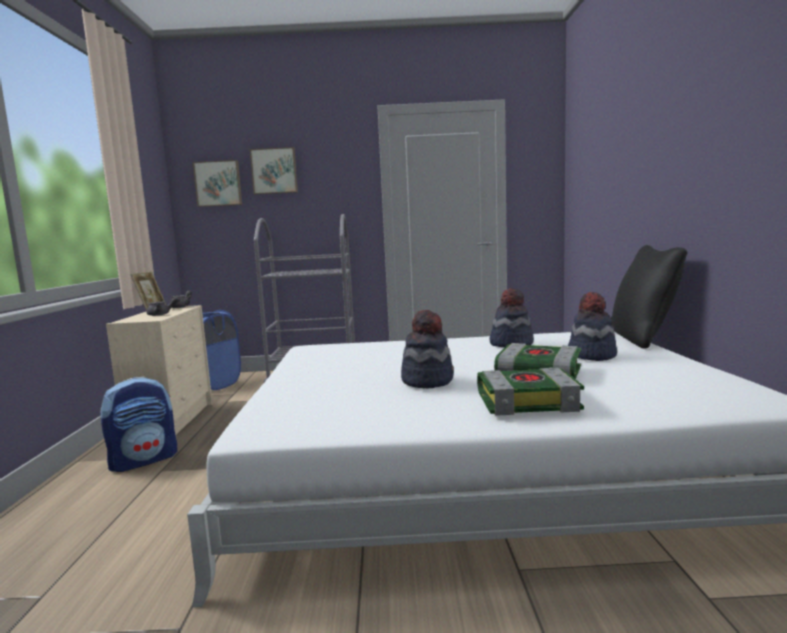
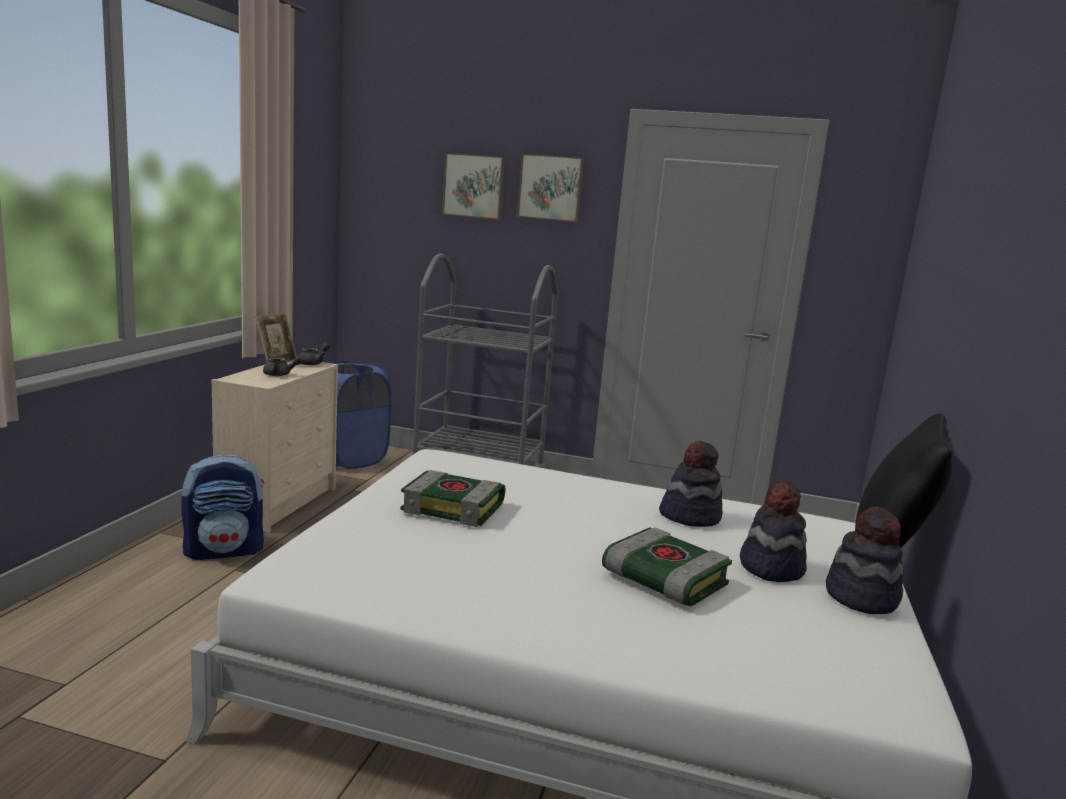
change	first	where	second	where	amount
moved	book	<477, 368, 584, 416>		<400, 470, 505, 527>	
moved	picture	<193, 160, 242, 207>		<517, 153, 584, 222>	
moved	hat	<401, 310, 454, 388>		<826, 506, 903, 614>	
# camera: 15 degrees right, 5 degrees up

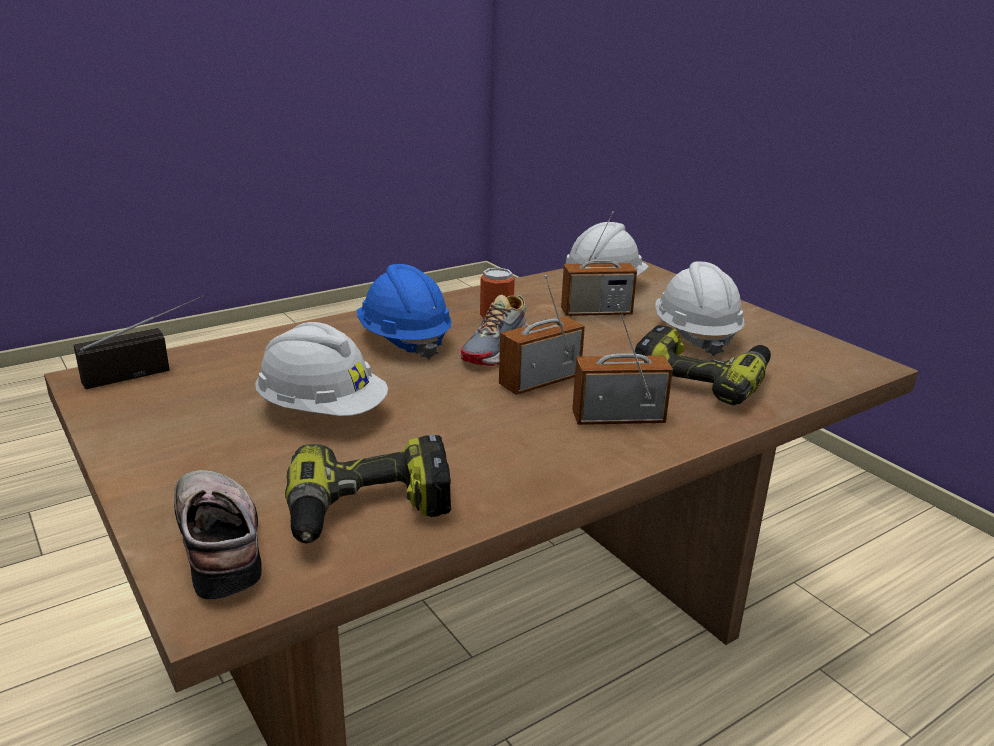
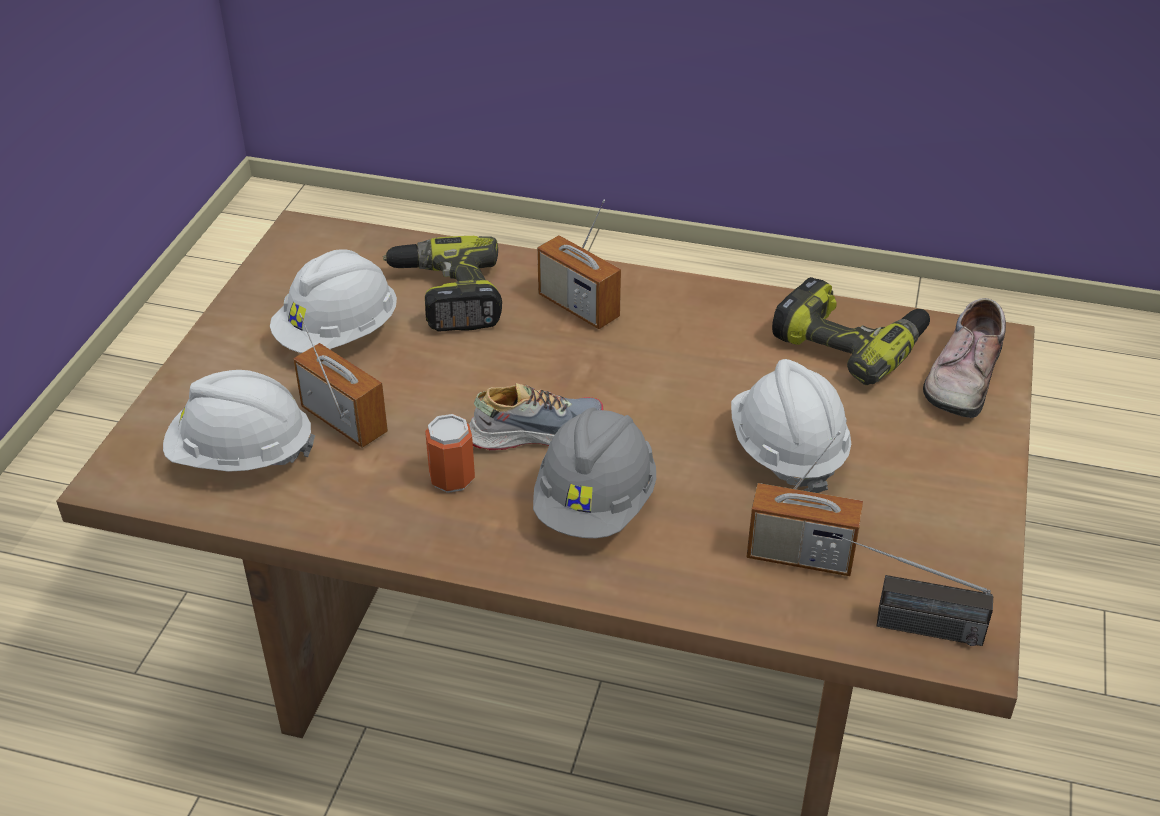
change	first	where	second	where	amount
recoloured	hard hat in blue	<357, 264, 452, 360>	hard hat in grey	<533, 407, 656, 538>	
moved	radio	<499, 275, 585, 395>		<746, 431, 863, 576>	
# camera: 130 degrees left, 15 degrees up

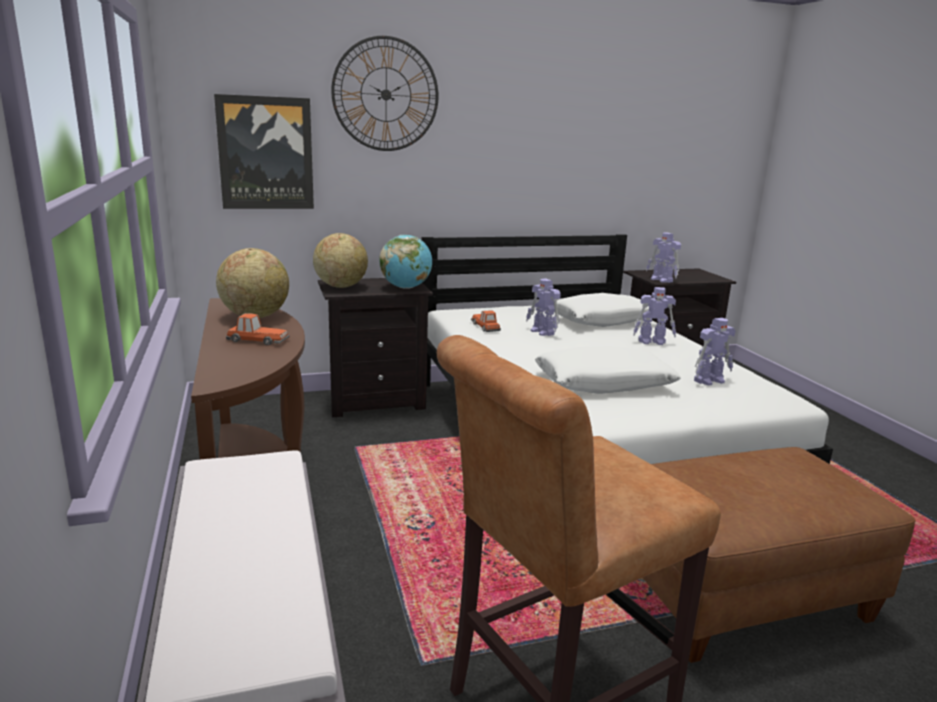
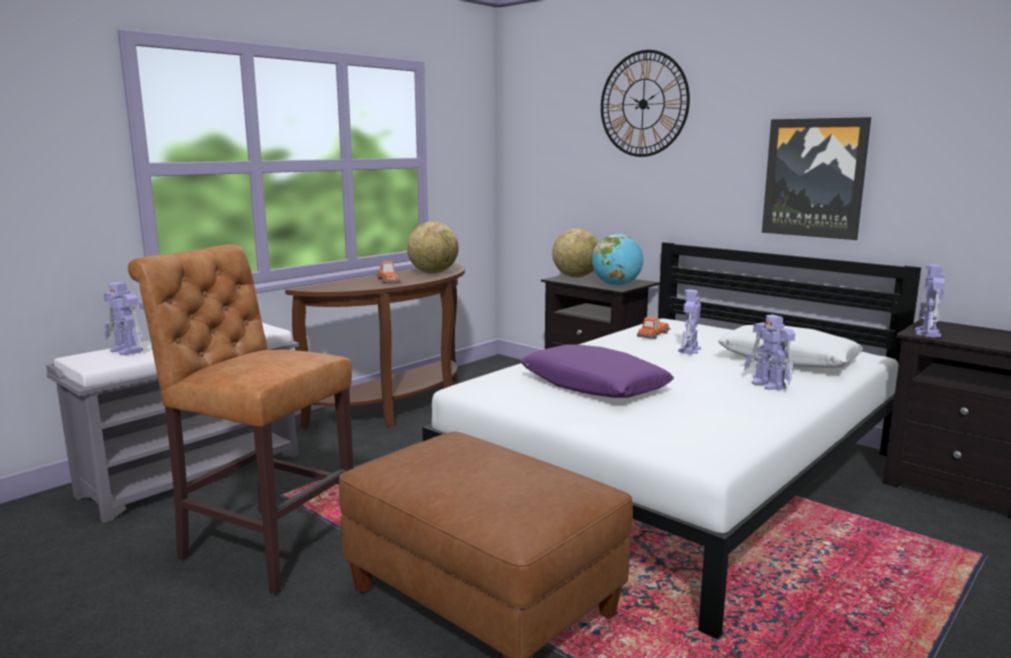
change	first	where	second	where	amount
moved	toy robot	<694, 318, 736, 386>		<104, 282, 143, 355>	
recoloured	pillow in white	<535, 346, 681, 394>	pillow in purple	<520, 345, 674, 398>	
moved	picture	<214, 94, 314, 209>		<762, 117, 871, 240>	
# camera: 60 degrees right, 5 degrees down

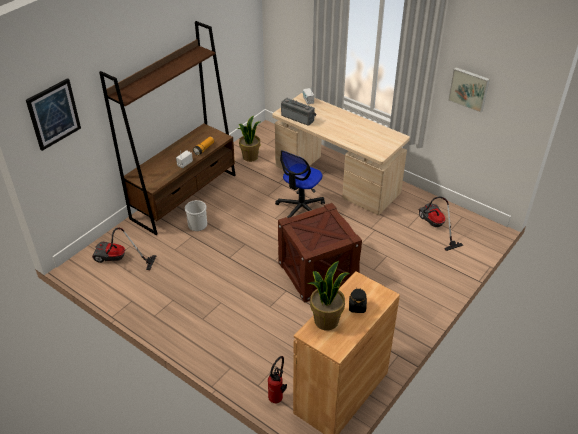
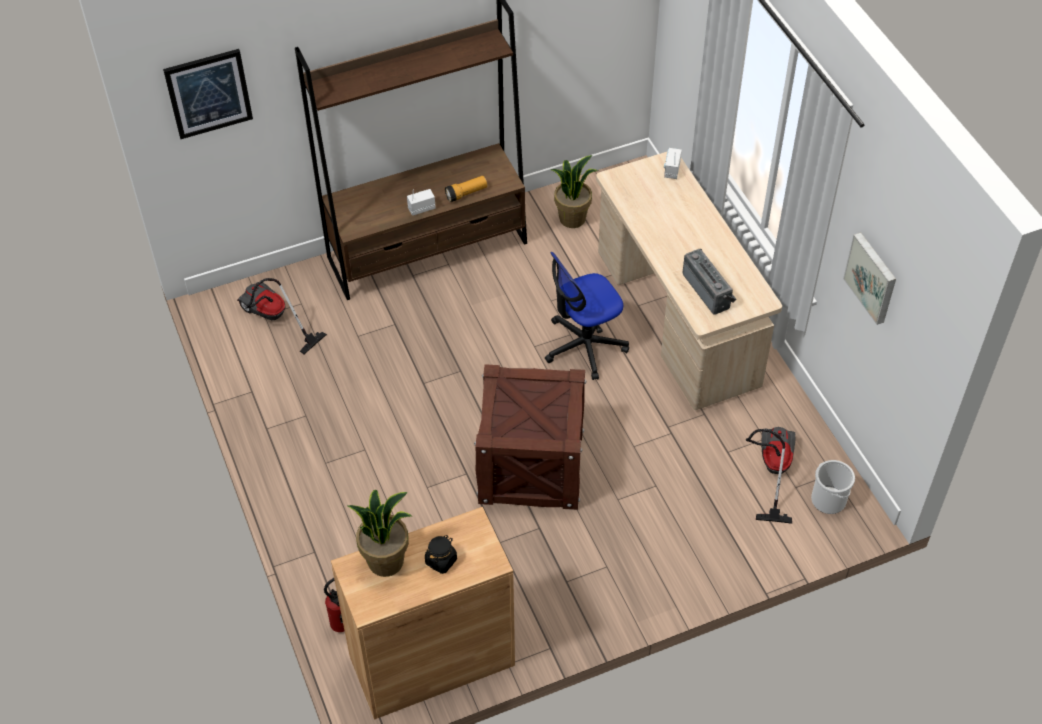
change	first	where	second	where	amount
moved	radio	<281, 98, 317, 126>		<682, 249, 736, 315>	
moved	bucket	<185, 200, 207, 231>		<811, 460, 855, 514>	
# camera: 30 degrees right, 10 degrees up

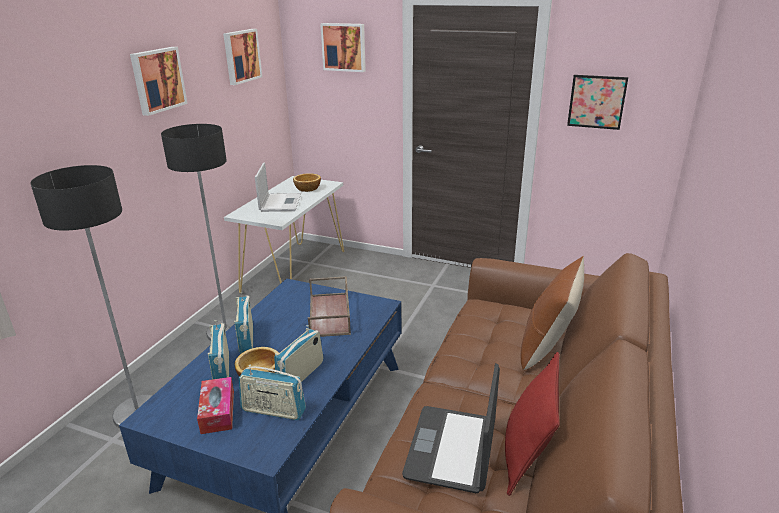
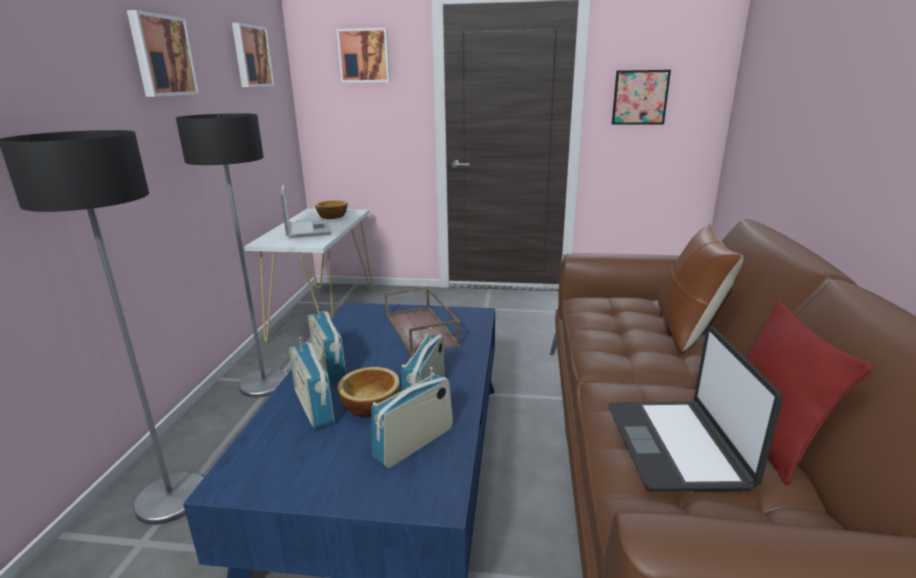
change	first	where	second	where	amount
turned	radio	<238, 365, 306, 420>		<371, 367, 453, 468>	135 degrees clockwise
removed	tissue box	<197, 377, 234, 434>			
# camera: 15 degrees left, 5 degrees down

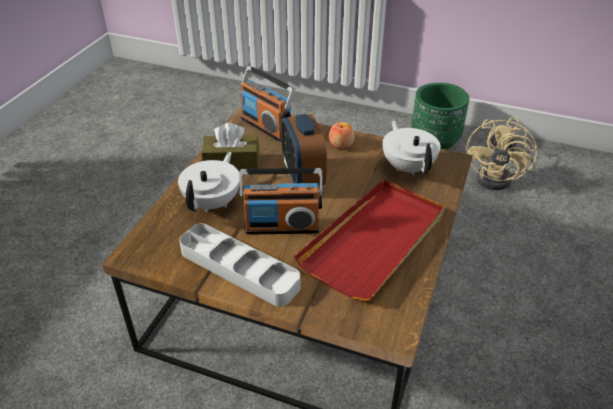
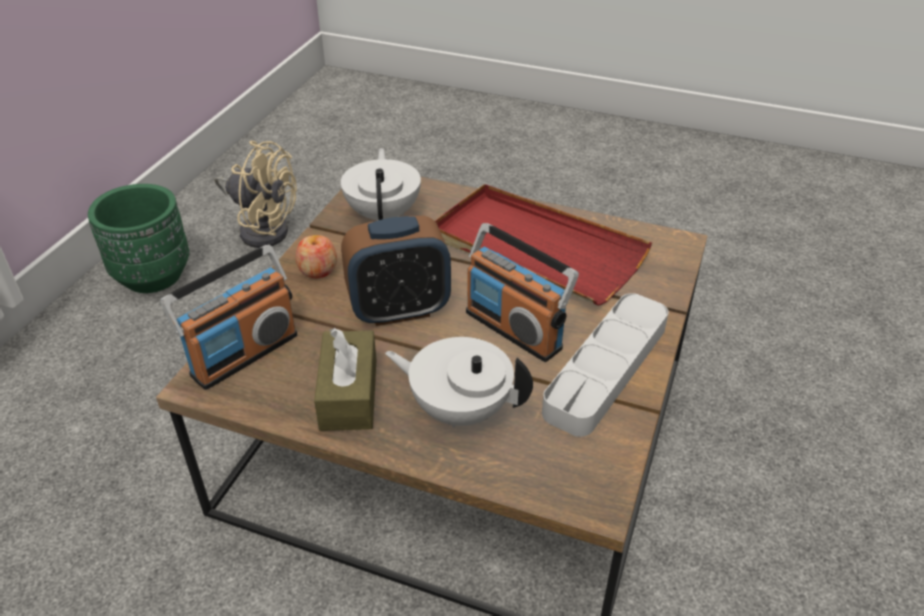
change	first	where	second	where	amount
turned	teapot in white	<383, 120, 440, 176>		<341, 148, 421, 220>	105 degrees clockwise
turned	radio	<239, 168, 323, 234>		<466, 223, 579, 362>	135 degrees clockwise
# camera: 90 degrees left, 0 degrees up

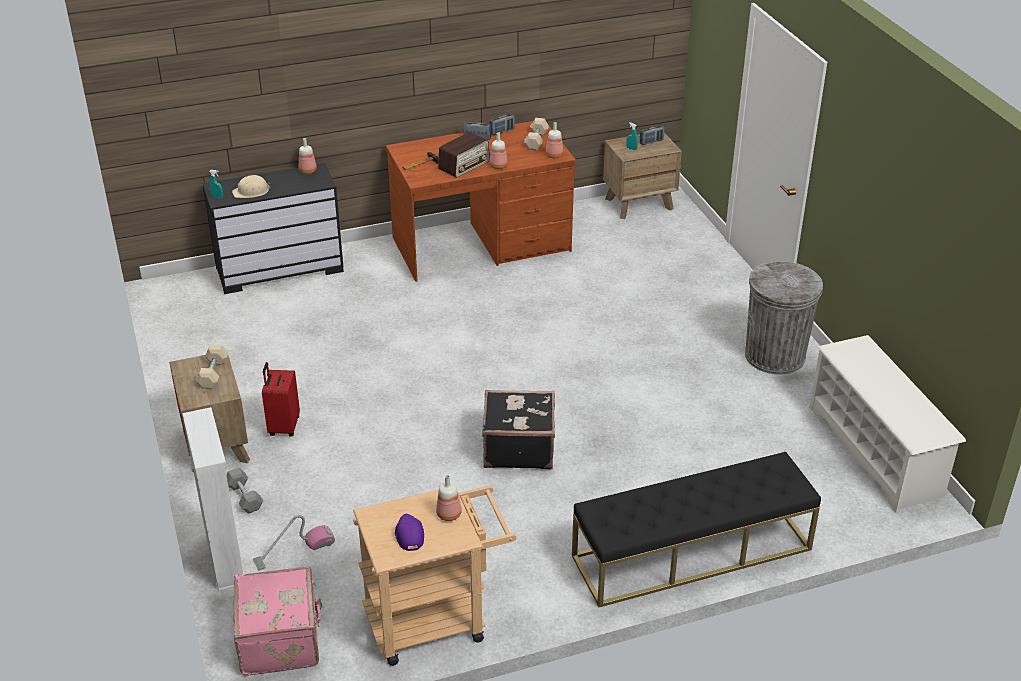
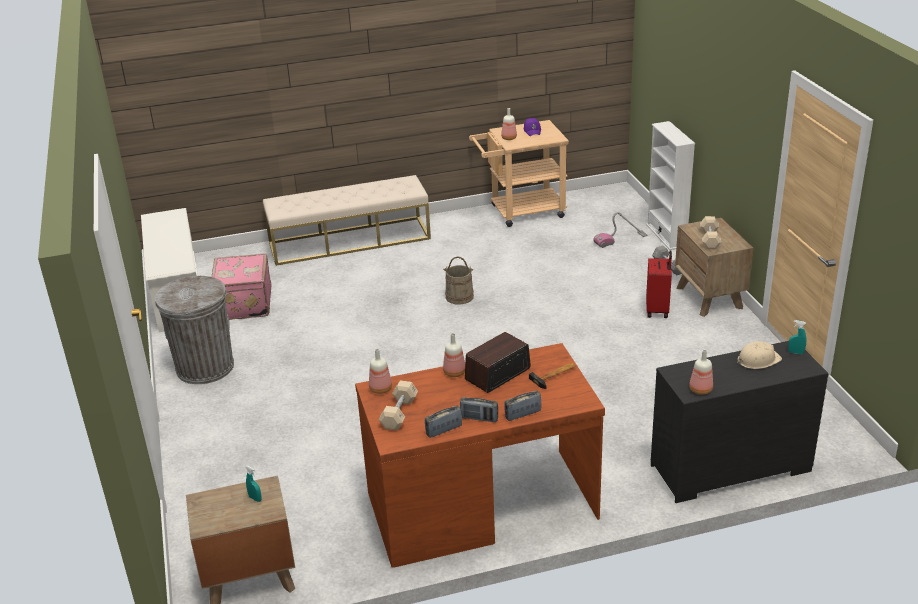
change	first	where	second	where	amount
moved	suitcase in pink	<234, 566, 322, 676>		<212, 253, 271, 320>	
recoloured	bench in black	<572, 452, 821, 607>	bench in beige	<263, 175, 431, 266>	
replaced	suitcase in black	<482, 390, 555, 469>	bucket in beige	<443, 256, 474, 305>	
moved	radio	<640, 125, 665, 145>		<505, 390, 541, 421>	
# camera: 175 degrees left, 5 degrees down

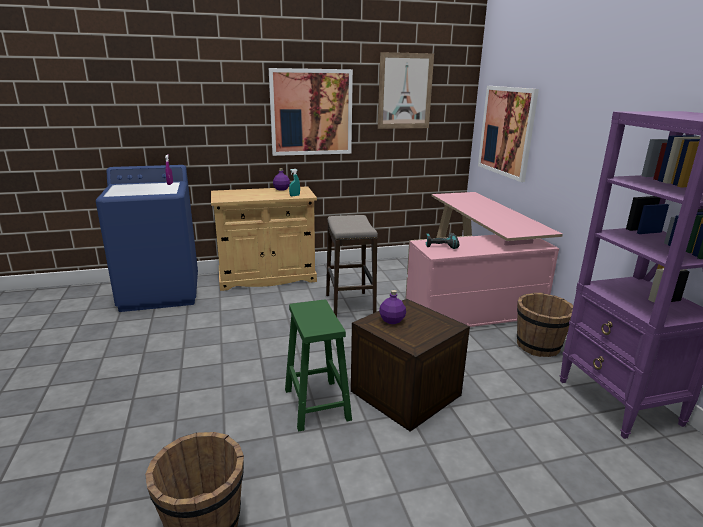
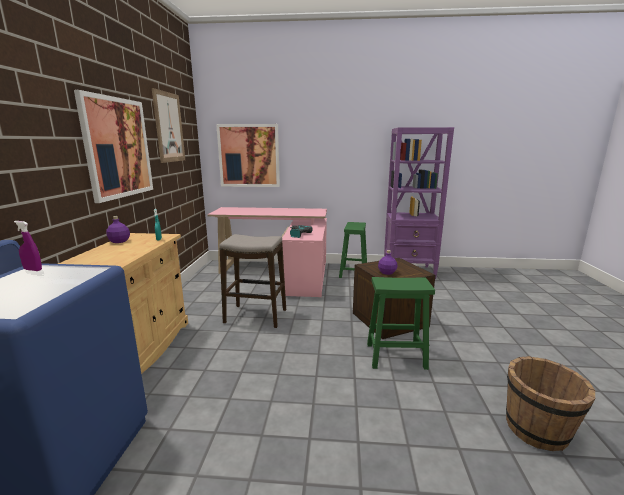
change	first	where	second	where	amount
replaced	bucket in brown	<517, 293, 573, 357>	stool in green	<339, 222, 367, 278>	
# camera: 70 degrees left, 5 degrees down

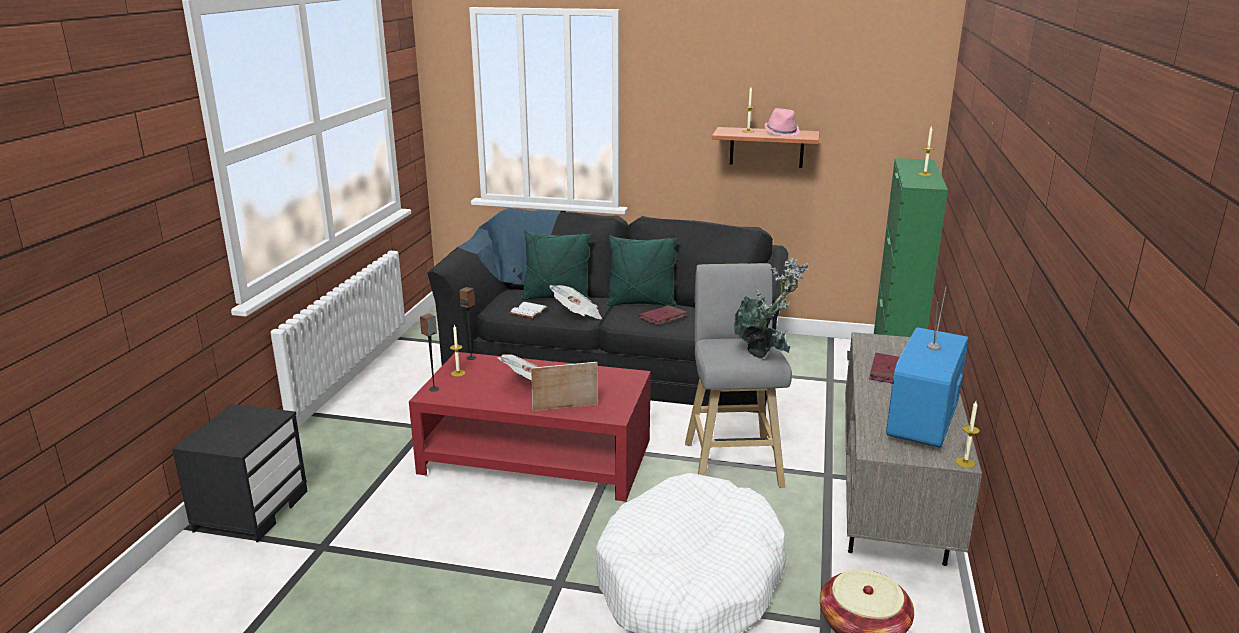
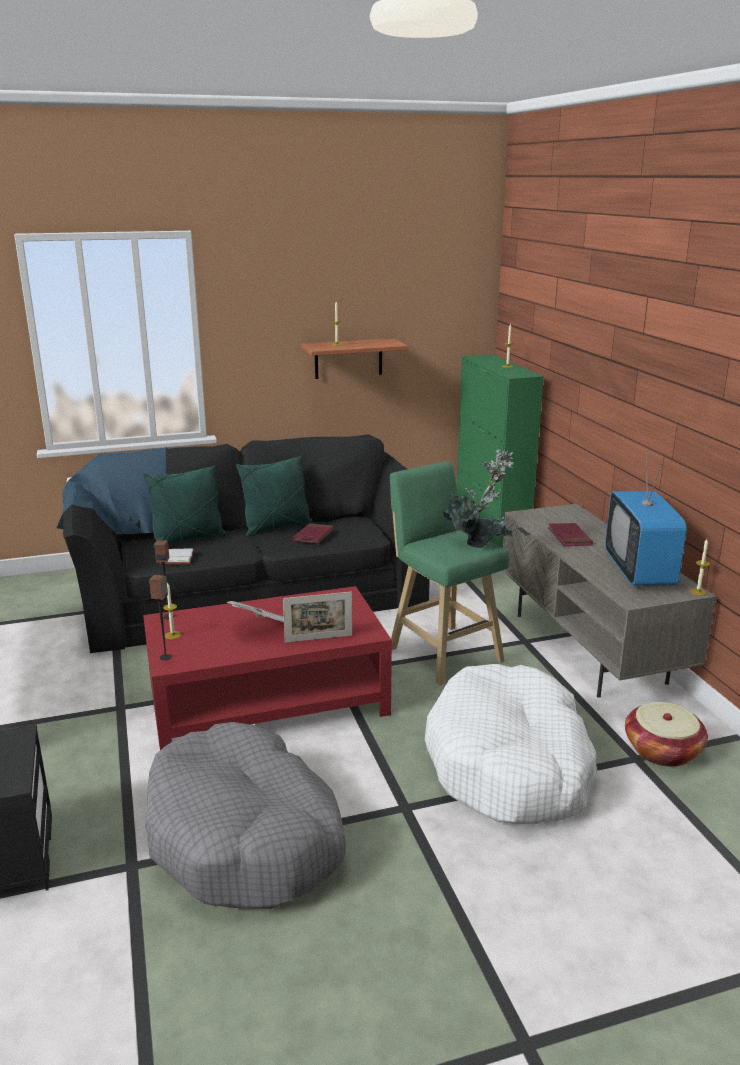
change	first	where	second	where	amount
added			dog bed in grey	<145, 722, 346, 909>	
turned	picture frame	<531, 362, 598, 411>		<283, 592, 352, 643>	150 degrees counterclockwise
recoloured	stool in grey	<685, 263, 792, 488>	stool in green	<390, 462, 509, 686>	
removed	newspaper	<549, 285, 602, 319>			
removed	hat in pink	<765, 108, 800, 137>			
# camera: 30 degrees left, 0 degrees up

